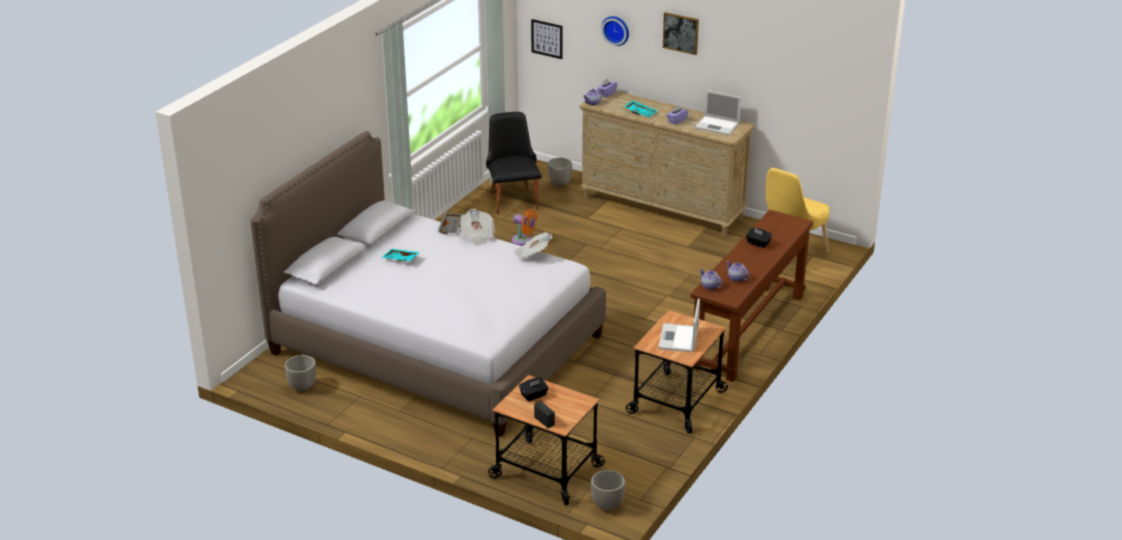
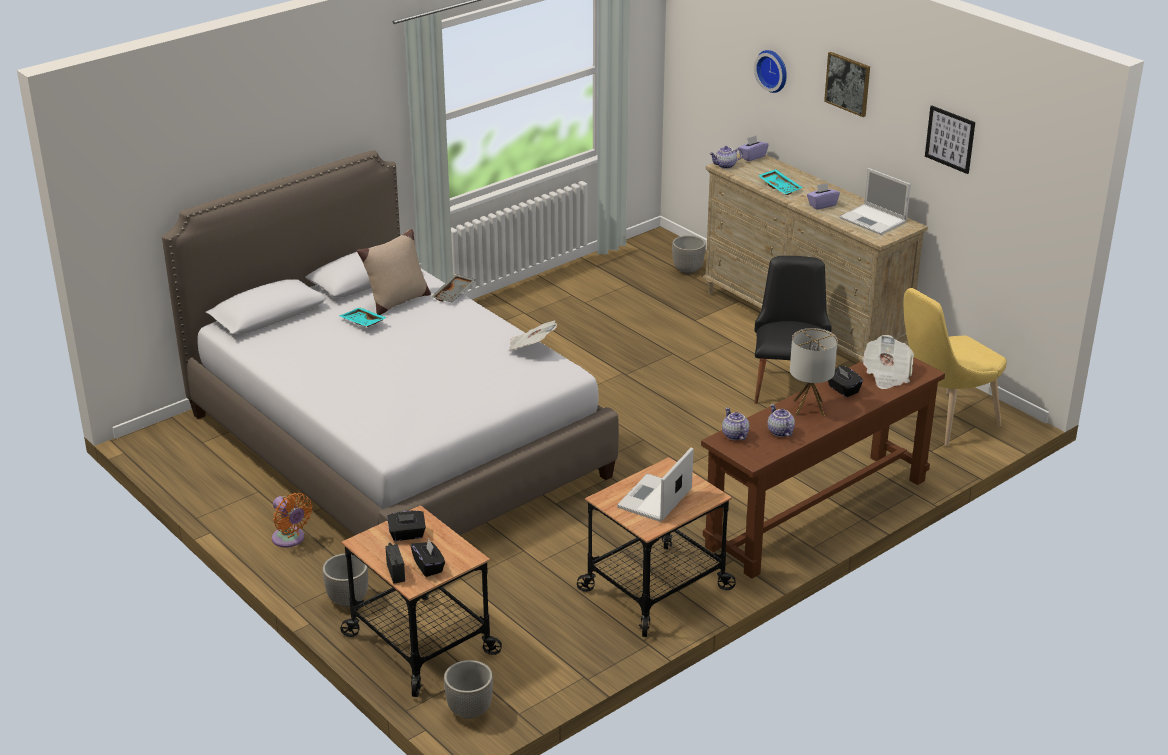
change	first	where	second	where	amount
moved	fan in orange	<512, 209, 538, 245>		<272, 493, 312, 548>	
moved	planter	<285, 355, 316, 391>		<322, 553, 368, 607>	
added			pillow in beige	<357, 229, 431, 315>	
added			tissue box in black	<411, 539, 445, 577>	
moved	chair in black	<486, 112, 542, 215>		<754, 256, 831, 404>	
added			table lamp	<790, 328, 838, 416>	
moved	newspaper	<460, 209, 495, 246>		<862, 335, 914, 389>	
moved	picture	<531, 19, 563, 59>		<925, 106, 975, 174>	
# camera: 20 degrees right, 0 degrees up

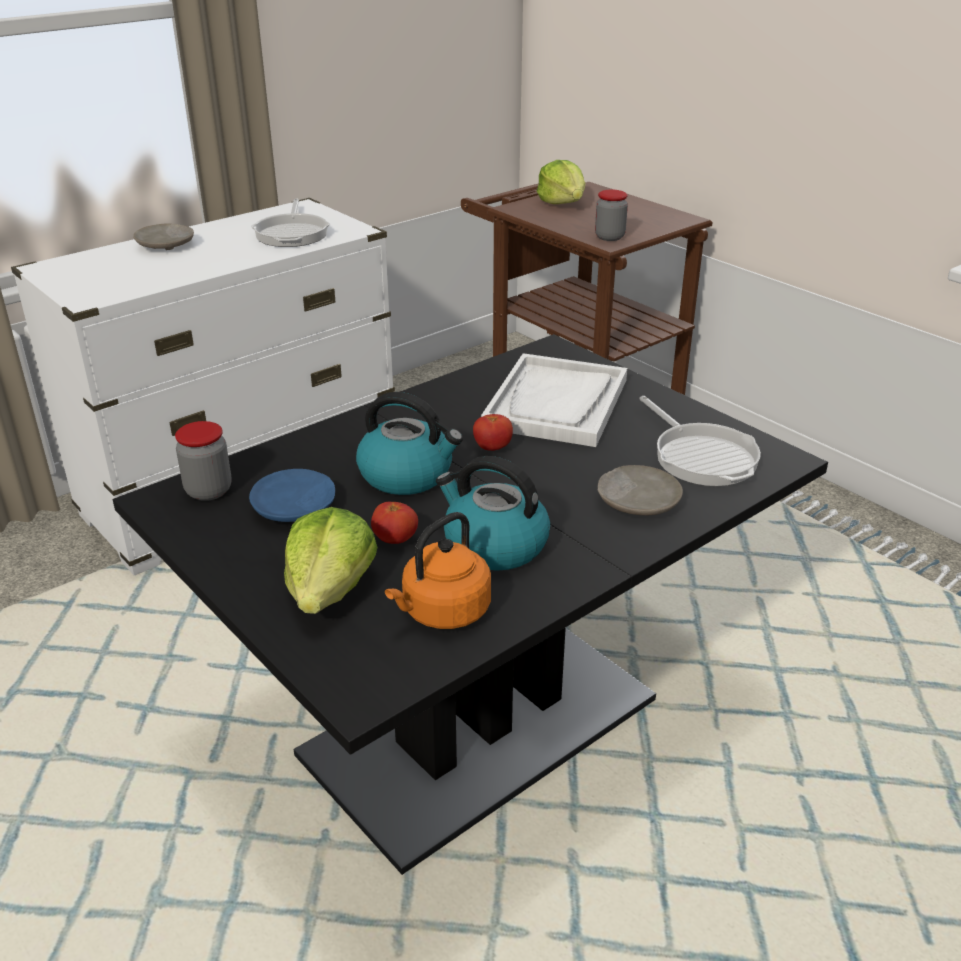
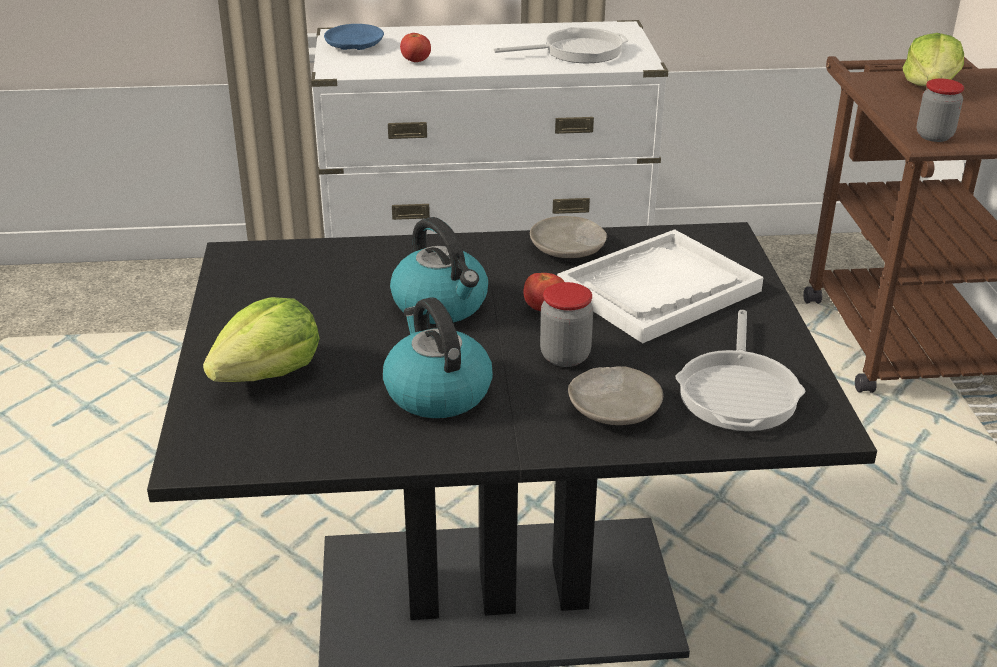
change	first	where	second	where	amount
moved	plate in blue	<249, 469, 335, 522>		<324, 24, 384, 50>	
moved	tomato	<371, 502, 418, 544>		<400, 33, 431, 62>	
turned	frying pan	<251, 199, 330, 247>		<494, 27, 629, 63>	135 degrees counterclockwise
moved	plate in beige	<133, 223, 194, 250>		<530, 216, 607, 258>	
moved	jar	<175, 421, 231, 501>		<540, 282, 593, 367>	
removed	kettle in orange	<385, 512, 491, 629>			
# camera: 35 degrees right, 0 degrees up

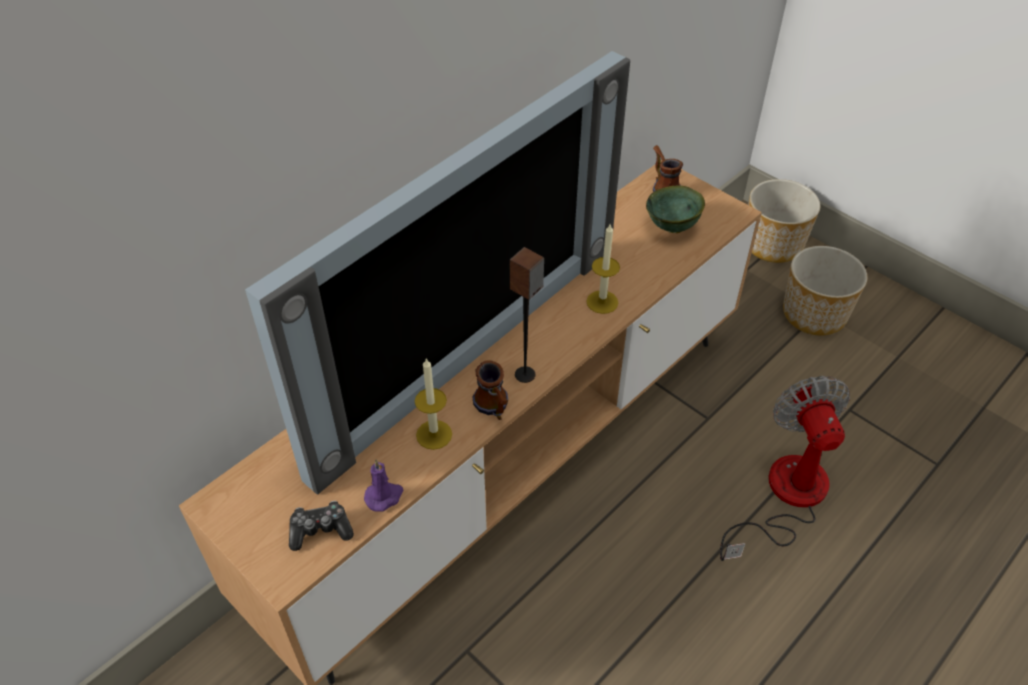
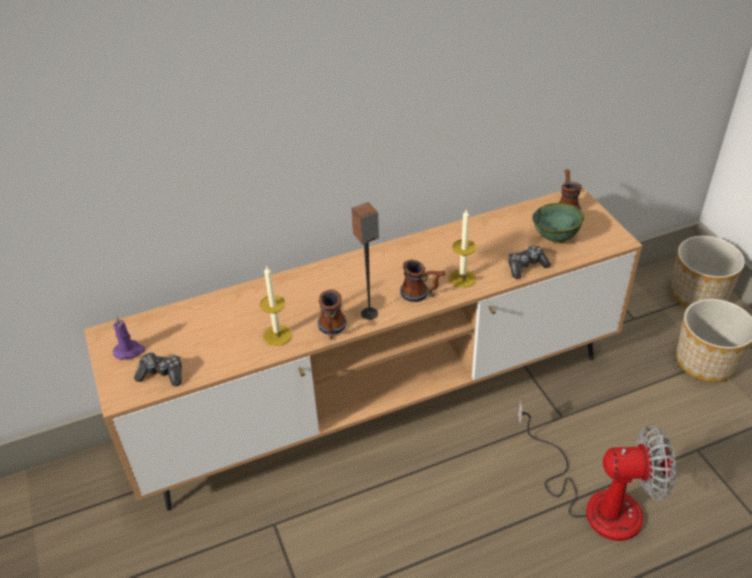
change	first	where	second	where	amount
moved	candle in purple	<364, 459, 404, 512>		<113, 316, 145, 360>	
added			mug	<400, 259, 445, 302>	
added			game controller	<509, 246, 551, 279>	
turned	fan	<720, 376, 850, 561>		<518, 401, 676, 541>	75 degrees clockwise
removed	television	<245, 51, 630, 494>			
# camera: 25 degrees right, 5 degrees down

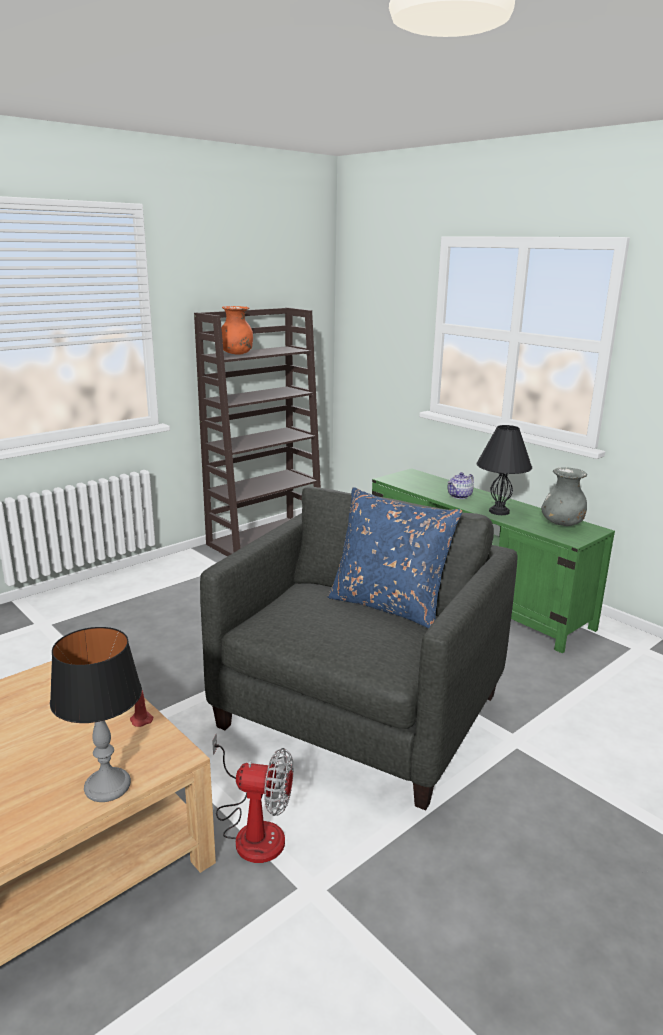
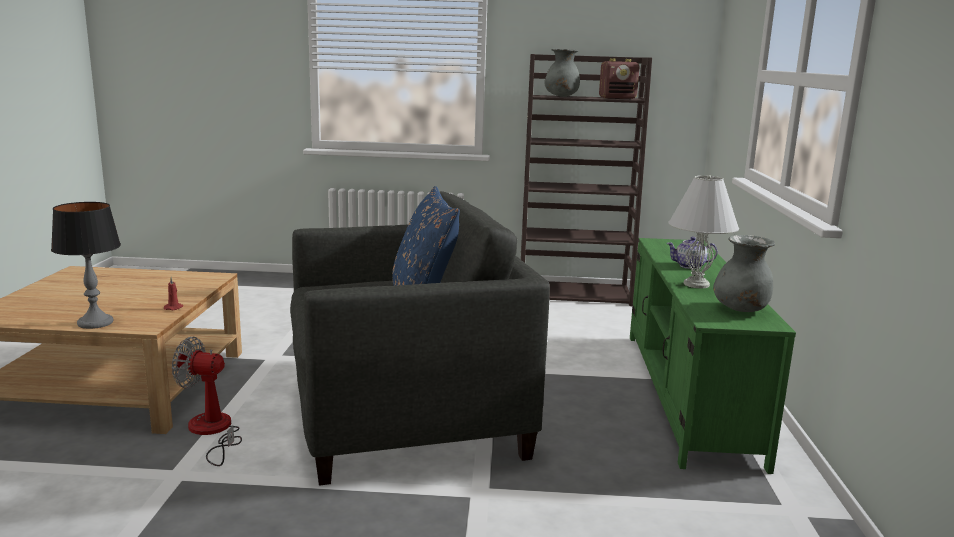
change	first	where	second	where	amount
turned	fan	<212, 733, 294, 863>		<172, 337, 242, 466>	135 degrees clockwise
recoloured	vase in orange	<221, 306, 253, 355>	vase in grey	<544, 49, 580, 97>	
added			radio	<599, 58, 640, 99>	
recoloured	table lamp in black	<477, 425, 532, 515>	table lamp in white	<668, 175, 739, 288>	
# camera: 45 degrees right, 5 degrees down

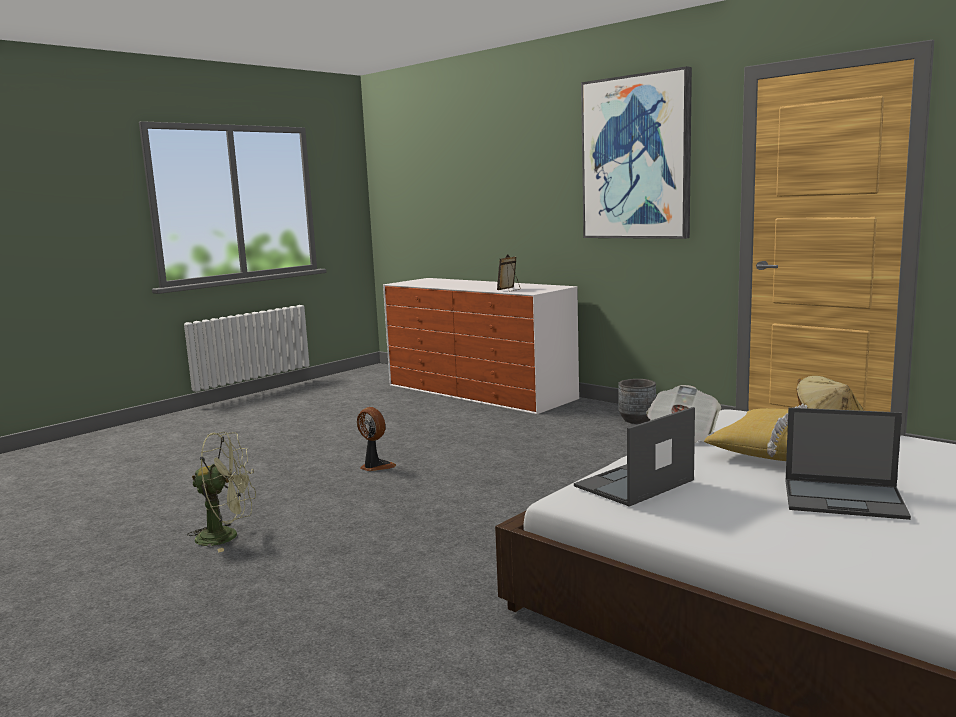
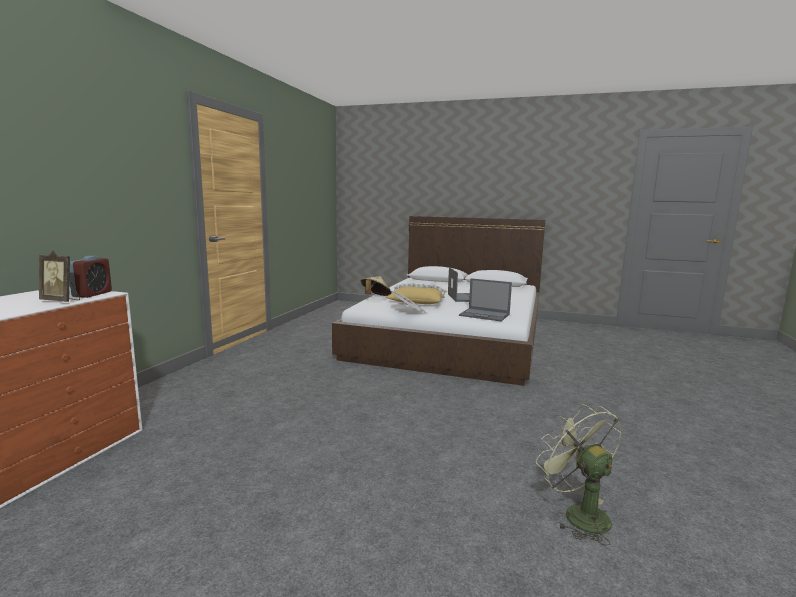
change	first	where	second	where	amount
added			alarm clock	<70, 256, 112, 298>	
removed	fan	<357, 407, 396, 471>			
removed	picture	<581, 66, 692, 239>			
removed	planter in grey	<618, 379, 656, 424>			
# camera: 115 degrees left, 0 degrees up

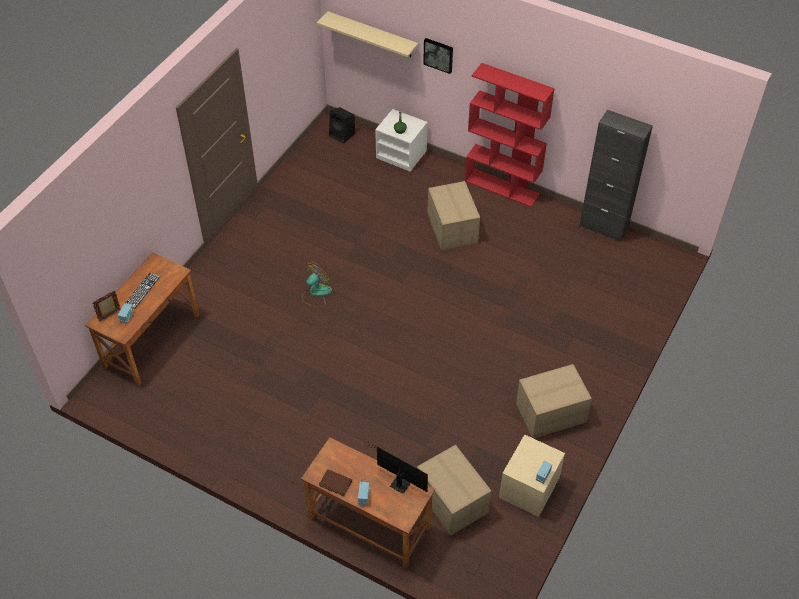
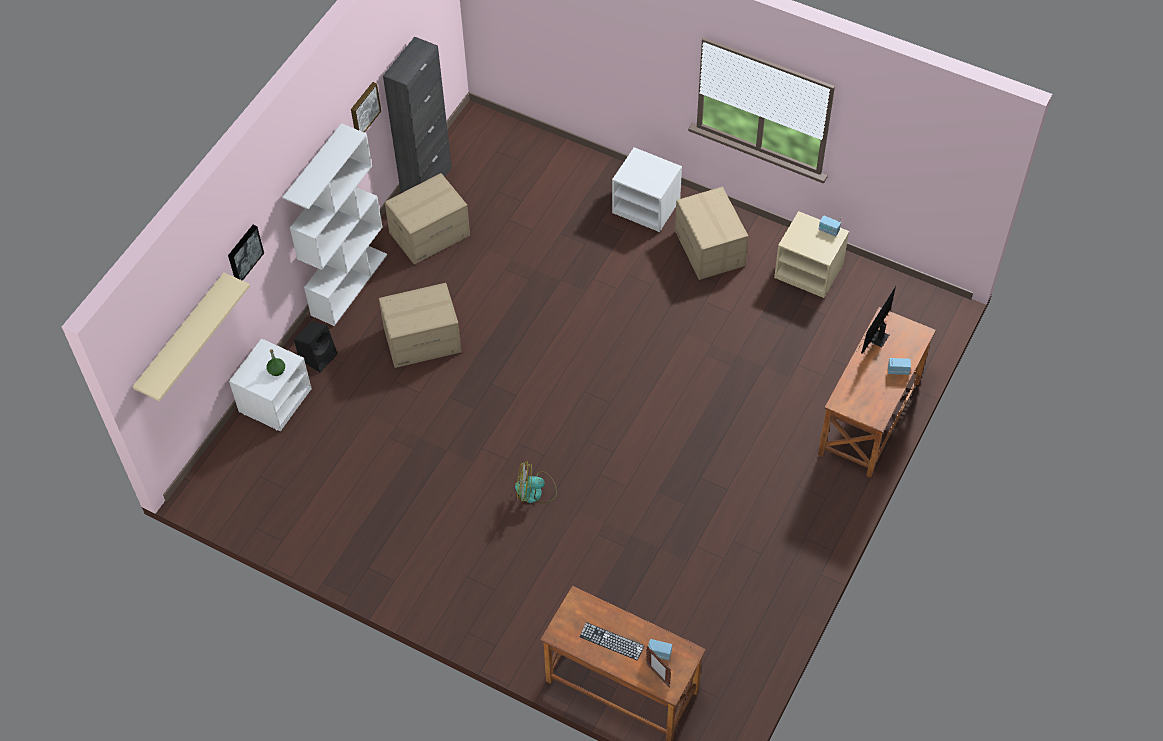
change	first	where	second	where	amount
recoloured	bookcase in red	<465, 63, 555, 207>	bookcase in white	<282, 123, 387, 326>	
moved	speaker in black	<329, 107, 355, 143>		<294, 321, 337, 372>	
added			picture	<351, 82, 381, 133>	
moved	cardboard box	<417, 445, 492, 536>		<385, 173, 470, 265>	
turned	fan	<302, 262, 332, 307>		<515, 462, 557, 503>	45 degrees counterclockwise
added			nightstand in white	<612, 147, 682, 232>	
removed	book in brown	<319, 469, 352, 496>			
# camera: 90 degrees left, 5 degrees up

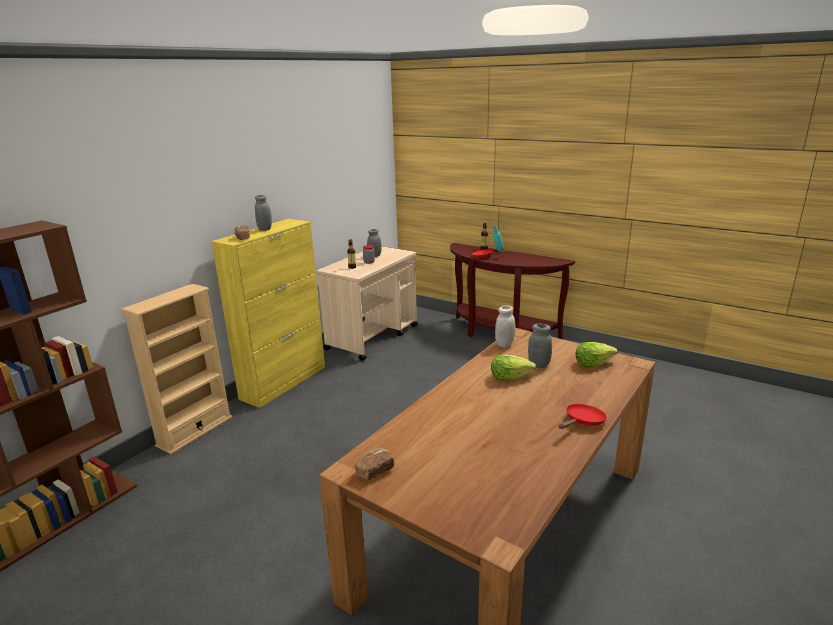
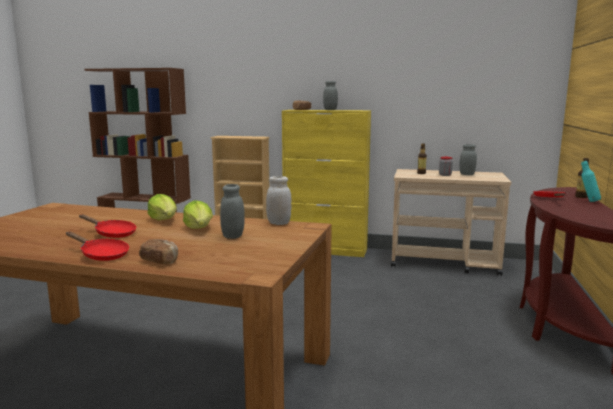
change	first	where	second	where	amount
added			frying pan in red	<79, 214, 136, 238>	
moved	bread	<355, 448, 394, 480>		<139, 239, 178, 264>	
moved	lettuce	<575, 342, 618, 368>		<148, 194, 177, 220>	
# camera: 70 degrees right, 10 degrees down

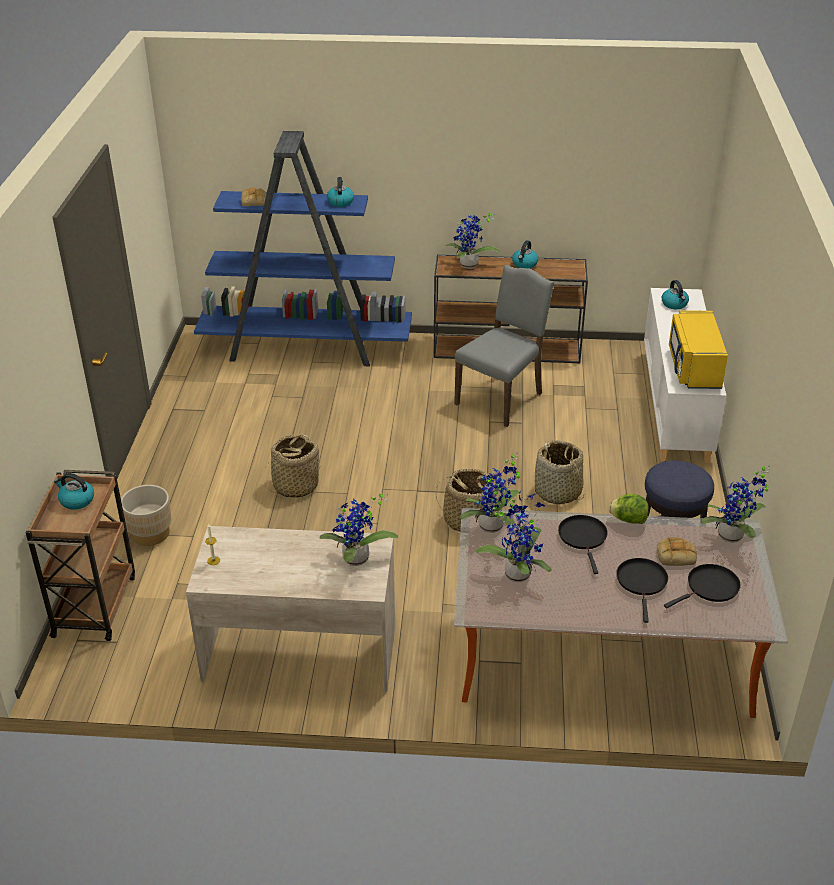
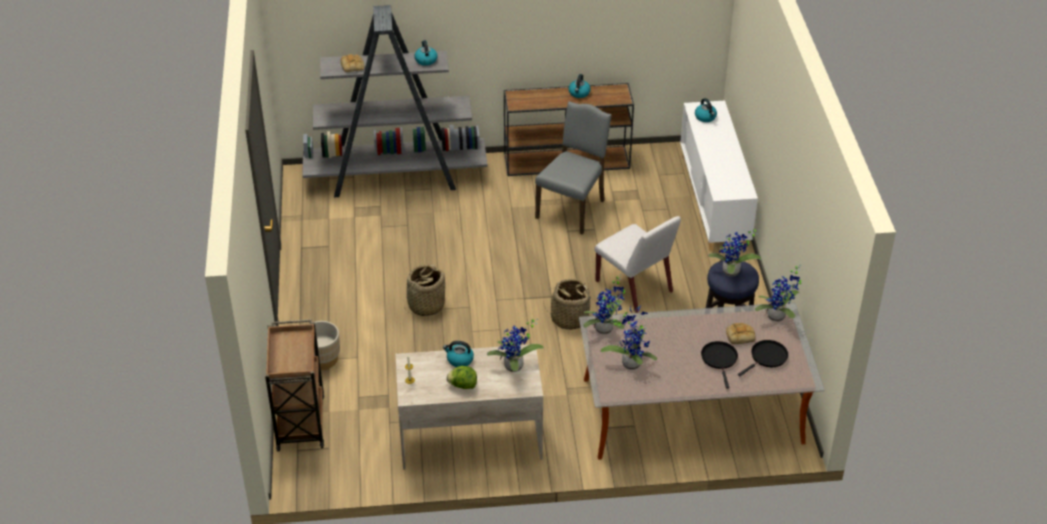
change	first	where	second	where	amount
recoloured	bookcase in blue	<194, 131, 412, 367>	bookcase in grey	<303, 5, 487, 197>	
moved	kettle	<54, 473, 94, 510>		<443, 341, 474, 367>	
moved	lettuce	<609, 494, 649, 524>		<447, 366, 477, 389>	
replaced	basket	<535, 440, 584, 504>	chair in white	<594, 216, 681, 313>	
moved	potted plant	<445, 214, 500, 269>		<708, 229, 761, 277>	
removed	frying pan in black	<558, 515, 608, 574>			
removed	microwave in yellow	<669, 310, 728, 389>			
# camera: 10 degrees left, 5 degrees up

